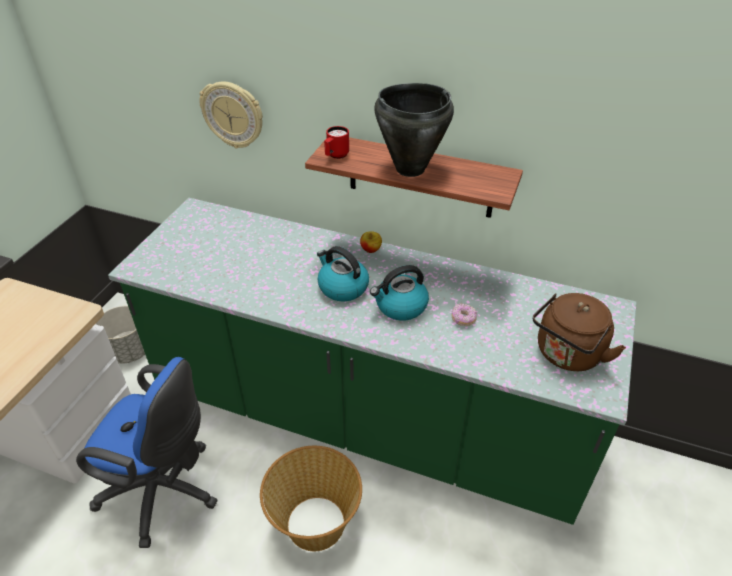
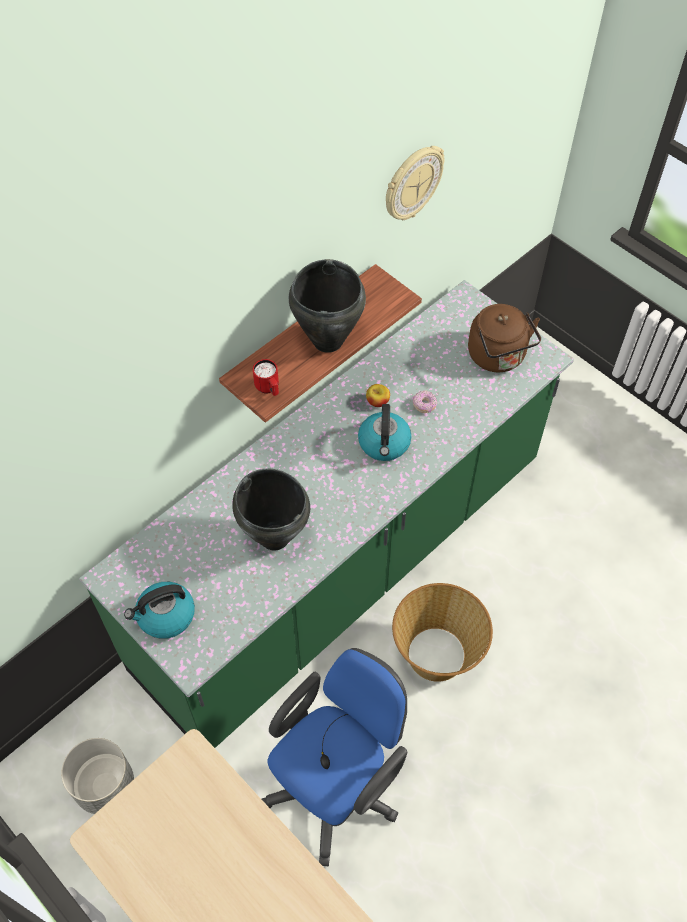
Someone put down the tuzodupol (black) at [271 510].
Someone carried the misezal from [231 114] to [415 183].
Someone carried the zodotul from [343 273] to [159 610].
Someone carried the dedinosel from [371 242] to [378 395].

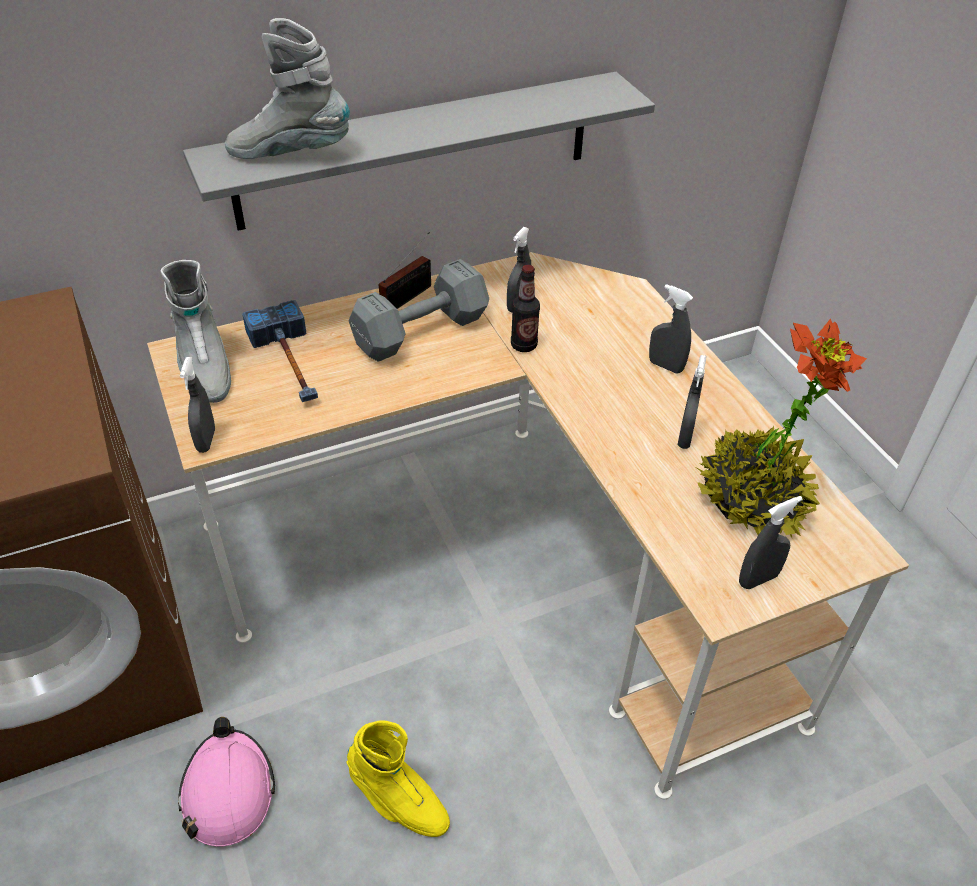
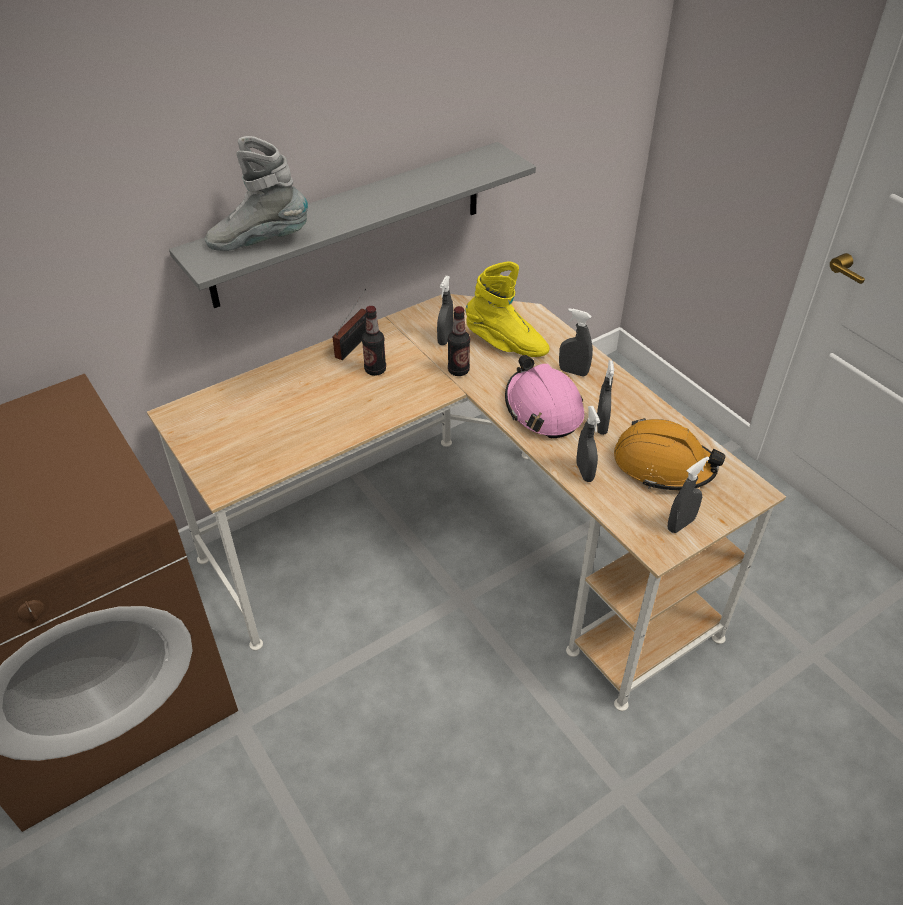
Someone took away the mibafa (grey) at [196 331].
Someone took away the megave at [280 351].
Someone carried the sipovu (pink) from [226 782] to [544 396].
Someone carried the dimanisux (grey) from [197 405] to [588 444].
Someone carried the mibafa (yellow) from [398 778] to [507 309].
Someone swapped the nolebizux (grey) at [419 310] for the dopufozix at [374 341].
Someone swapped the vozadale at [782 427] for the sipovu (orange) at [670 454].

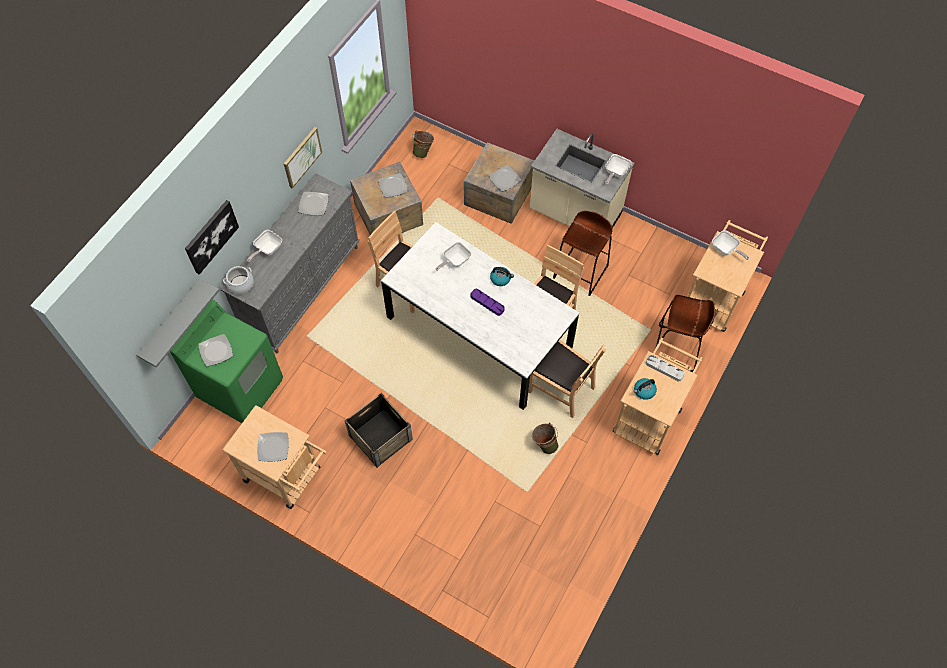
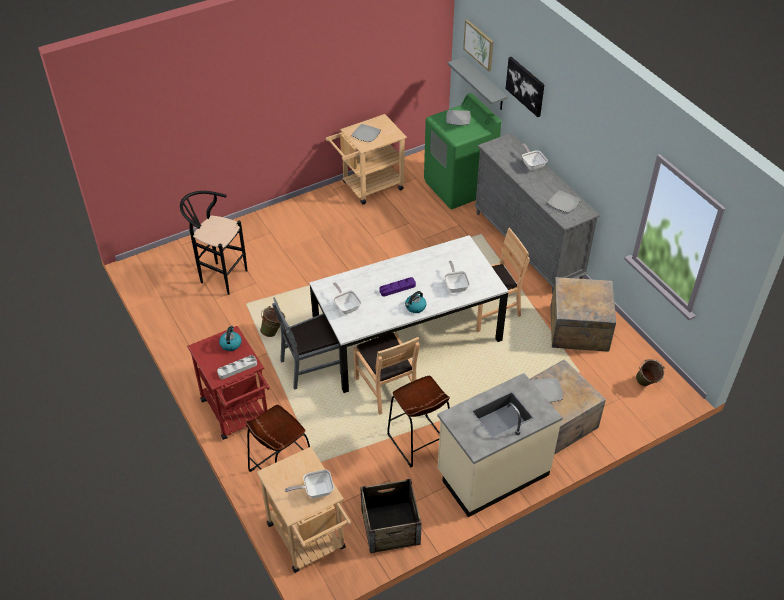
Someone took away the tuzodupol at [238 280].
Someone took away the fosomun at [393 185].
Someone put down the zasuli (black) at [213 243].
Someone carried the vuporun from [303 158] to [478 45].
Someone carried the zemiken from [379 430] to [391 516].
Someone carried the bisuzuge from [618 169] to [347 298].
Someone repainted the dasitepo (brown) at [567 379], which became the dasitepo (grey) at [306 343].
Someone repainted the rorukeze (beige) at [658 396], which became the rorukeze (red) at [228 383].

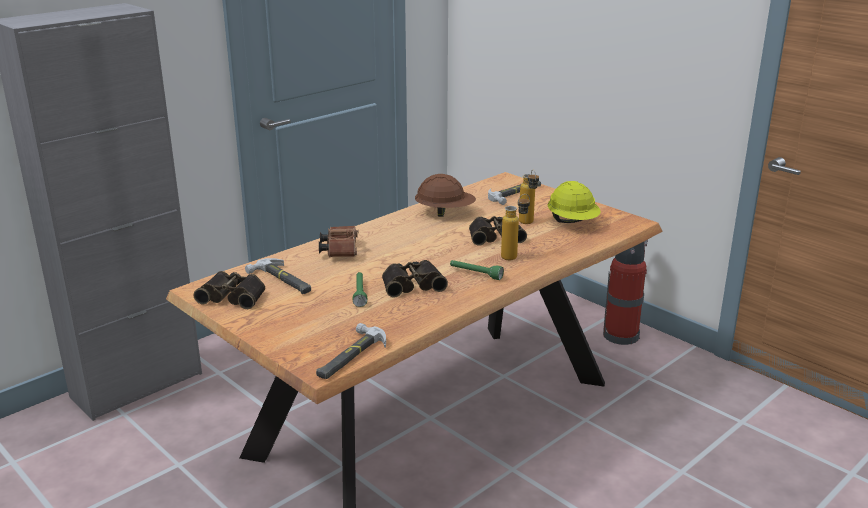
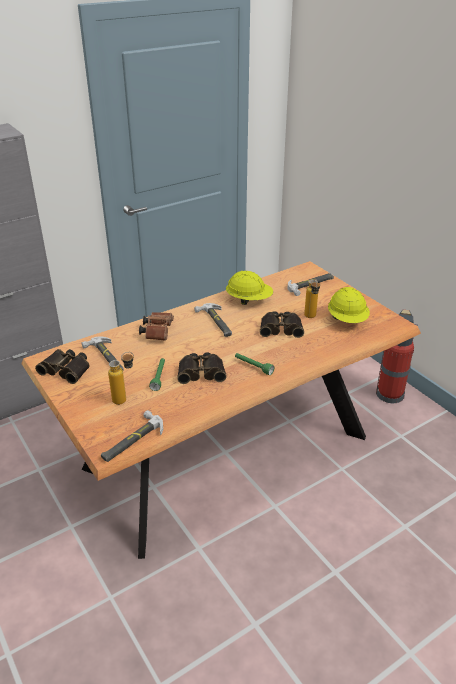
Someone put down the megave at [213 320].
Someone carried the dopufozix from [515 227] to [121 378].
Someone repainted the sipovu (brown) at [445 195], which became the sipovu (yellow) at [249 288].

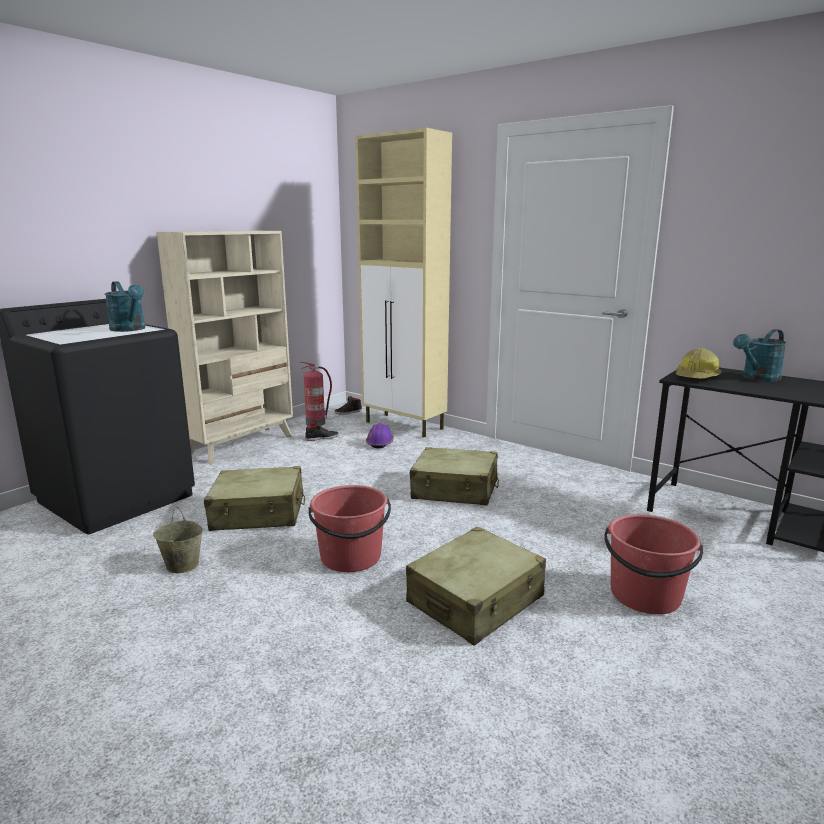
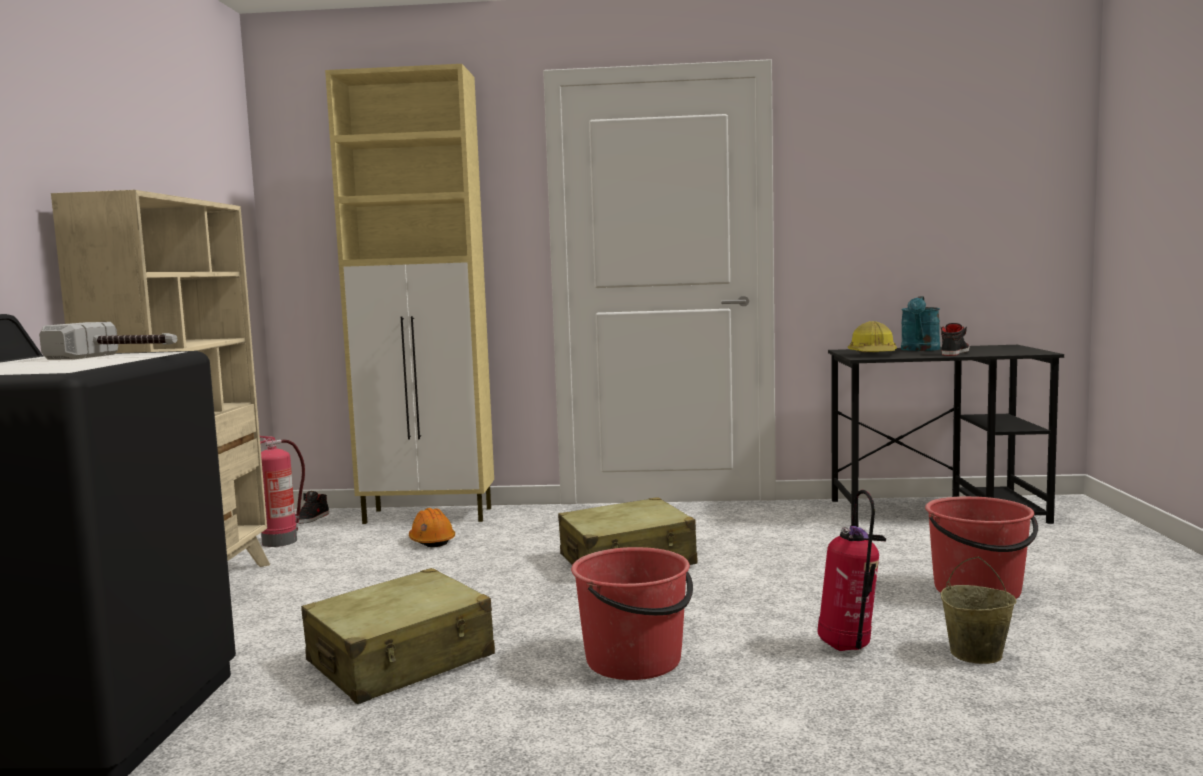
Someone carried the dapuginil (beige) from [178 540] to [978 610].
Someone carried the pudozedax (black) from [322 431] to [954 339].
Someone swapped the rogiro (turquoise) at [125 306] for the megave at [108 341].
Someone swapped the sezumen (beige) at [476 586] for the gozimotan at [851 570].
Someone repainted the sipovu (purple) at [380 435], which became the sipovu (orange) at [432 527].

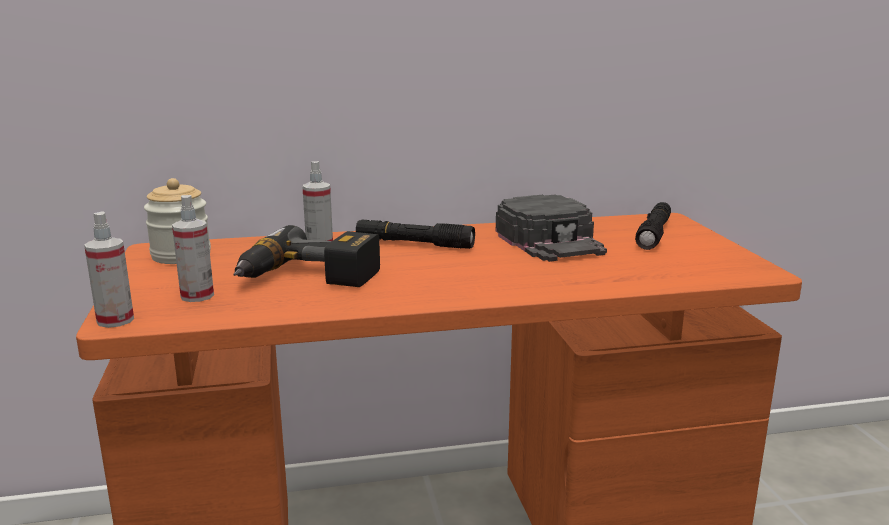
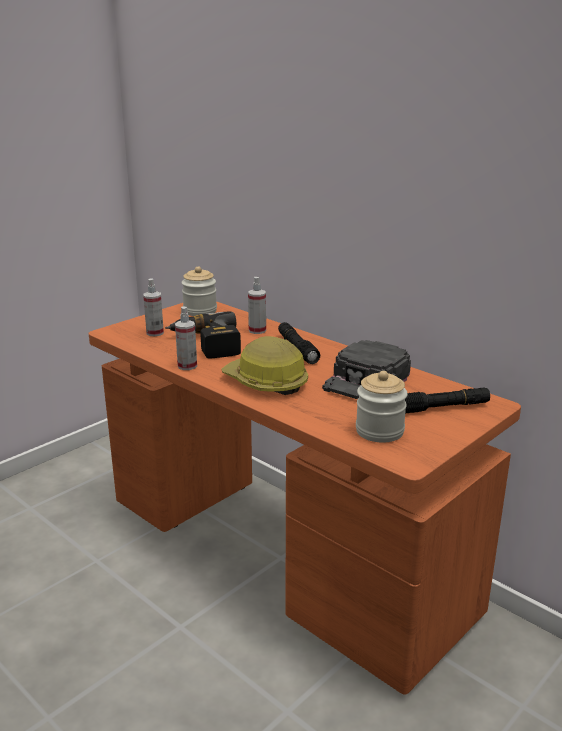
Someone put down the sipovu at [264 365].
Someone put down the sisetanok at [382 407].
Someone carried the dimanisux from [109 269] to [186 338].

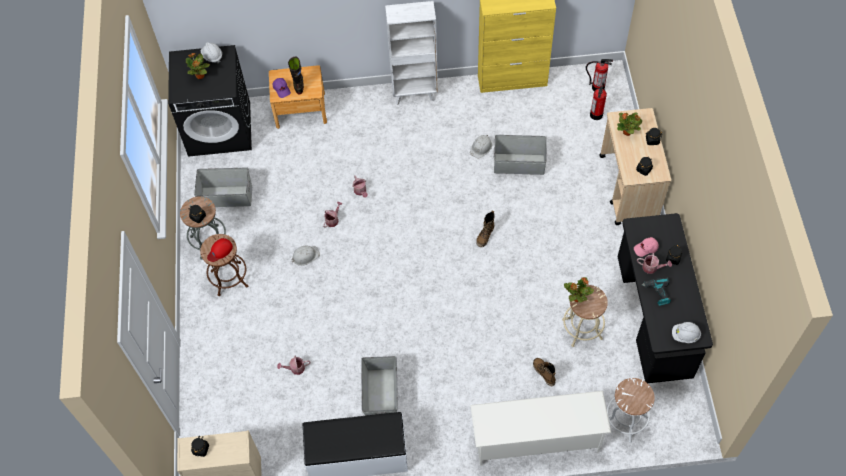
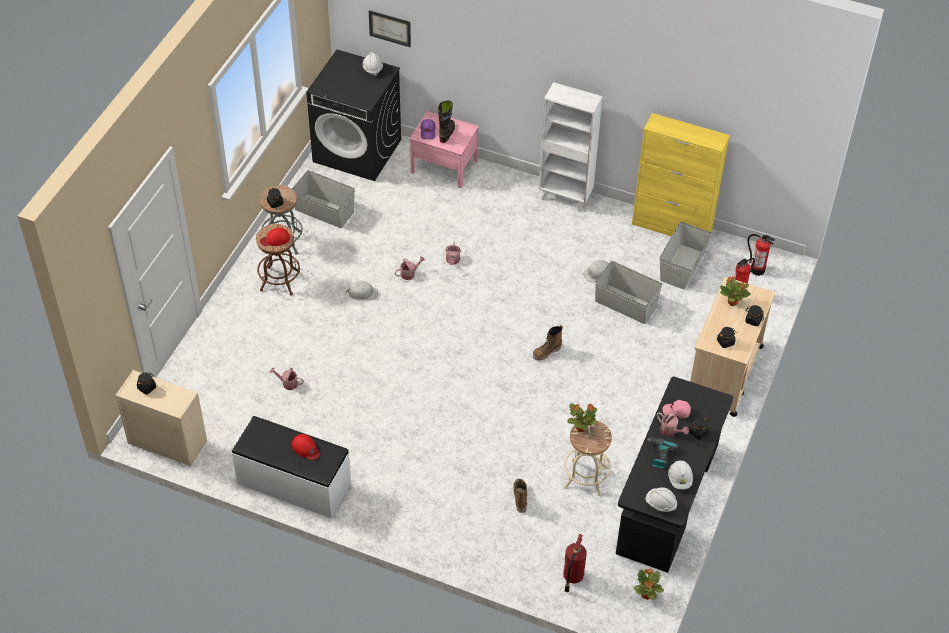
Someone took away the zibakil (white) at [540 428].
Someone put down the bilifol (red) at [306 447].
Someone put up the vuporun at [390 28].
Someone put down the sipovu (white) at [680 475].
Someone carried the vozadale from [198 66] to [649 584].
Someone carried the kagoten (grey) from [379 386] to [685 255].
Someone swapped the zasuli (white) at [631 410] for the gozimotan at [575 563].
Someone repainted the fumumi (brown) at [298 97], which became the fumumi (pink) at [444 149].

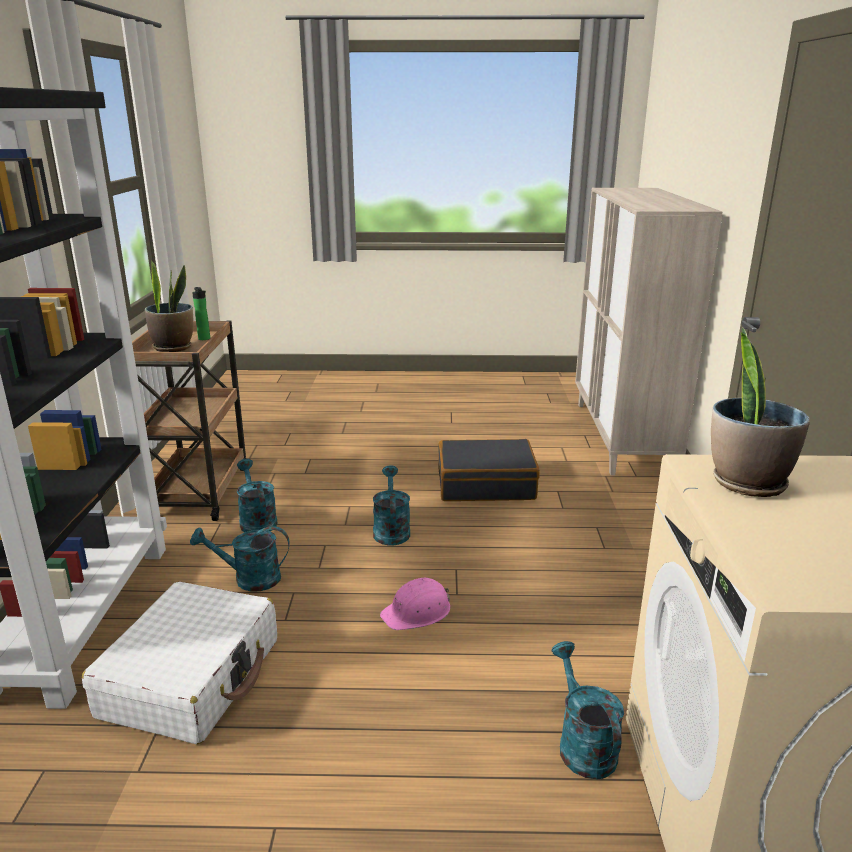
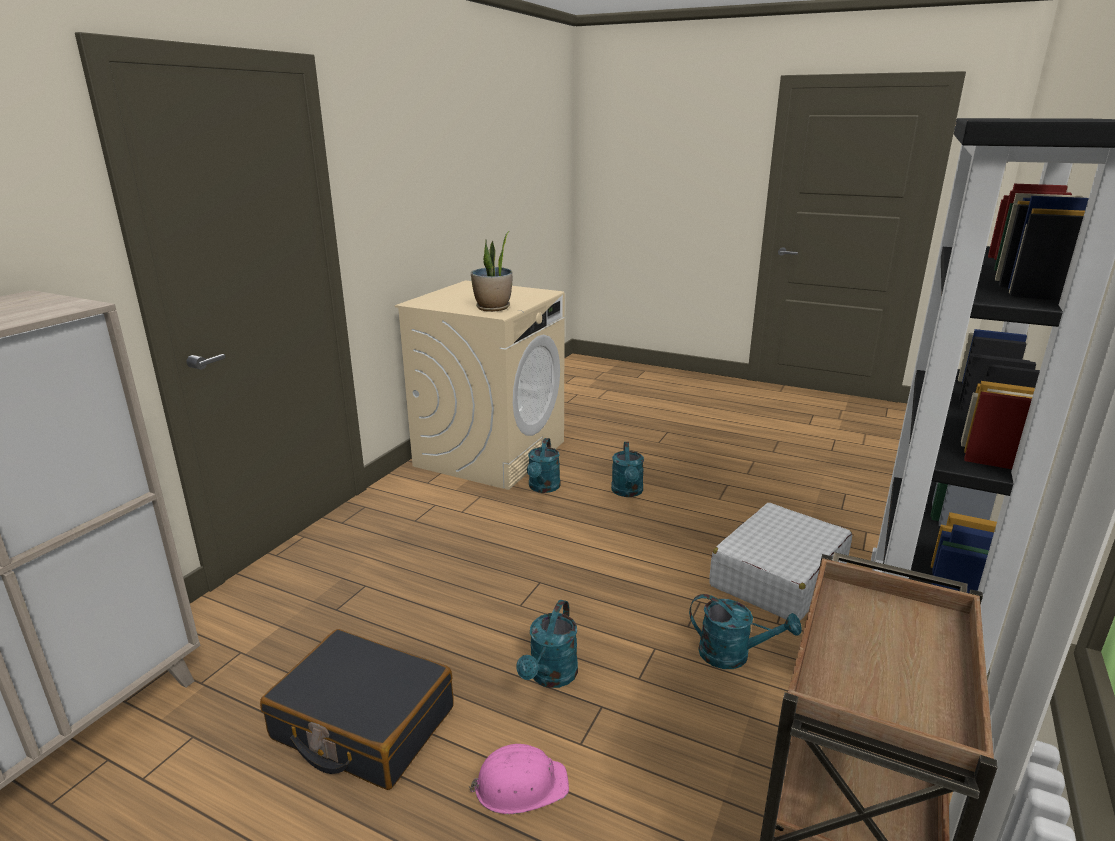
Someone took away the vozadale at [169 306].
Someone took away the dopufozix at [201 313].
Someone carried the rogiro (turquoise) from [257 495] to [627 469].
Someone carried the sipovu (pink) from [415 604] to [519 779].

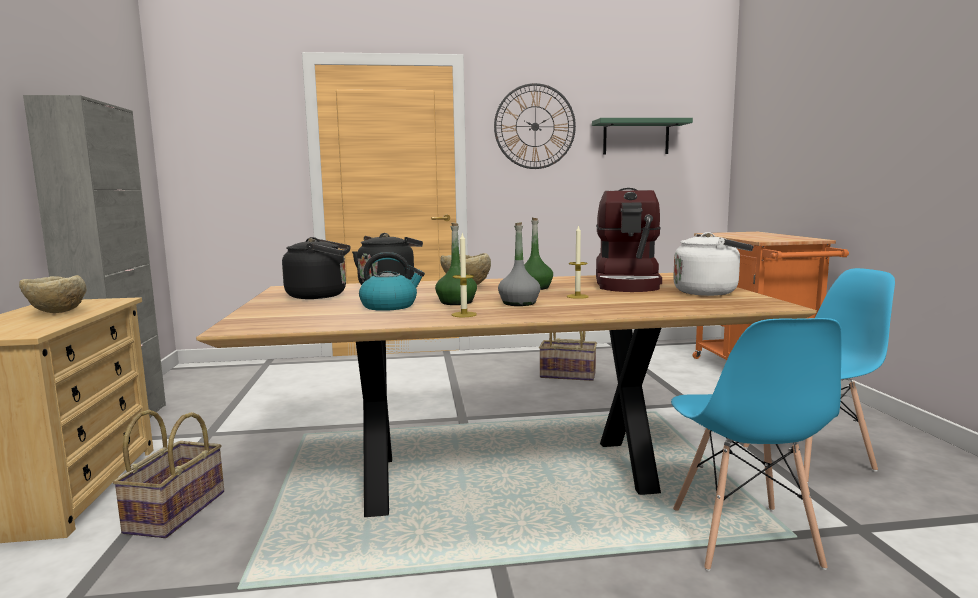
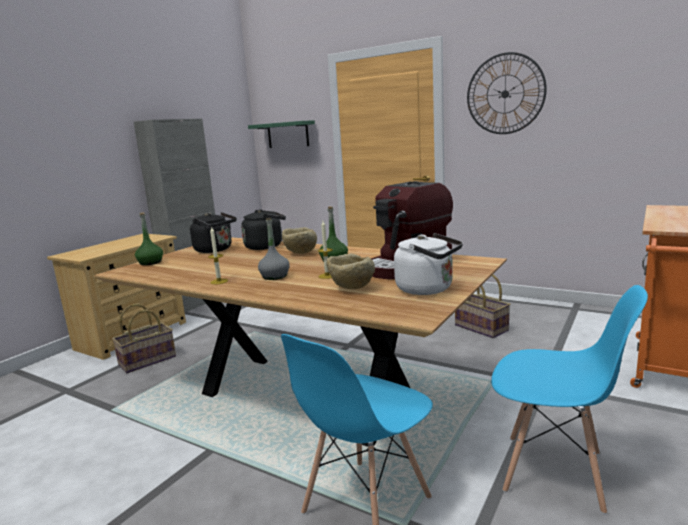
Someone took away the zodotul at [392 281].
Someone carried the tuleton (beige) from [53 294] to [350 271].
Someone carried the dopufozix (green) from [456 264] to [149 238].
Someone carried the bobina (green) from [642 136] to [281 134].

